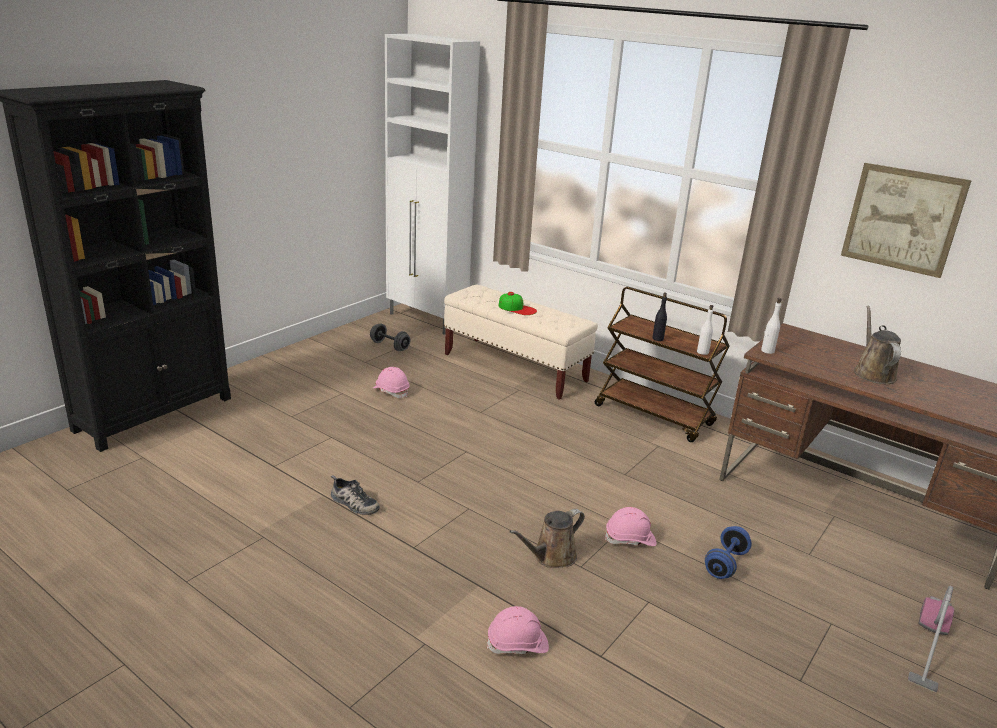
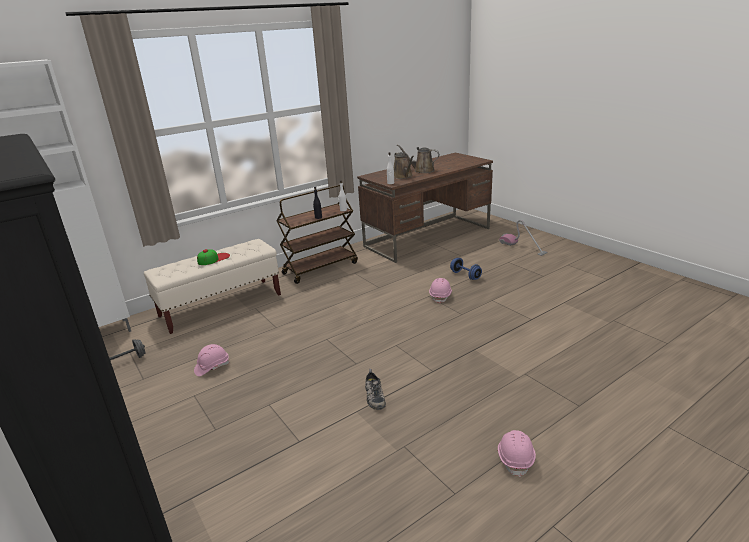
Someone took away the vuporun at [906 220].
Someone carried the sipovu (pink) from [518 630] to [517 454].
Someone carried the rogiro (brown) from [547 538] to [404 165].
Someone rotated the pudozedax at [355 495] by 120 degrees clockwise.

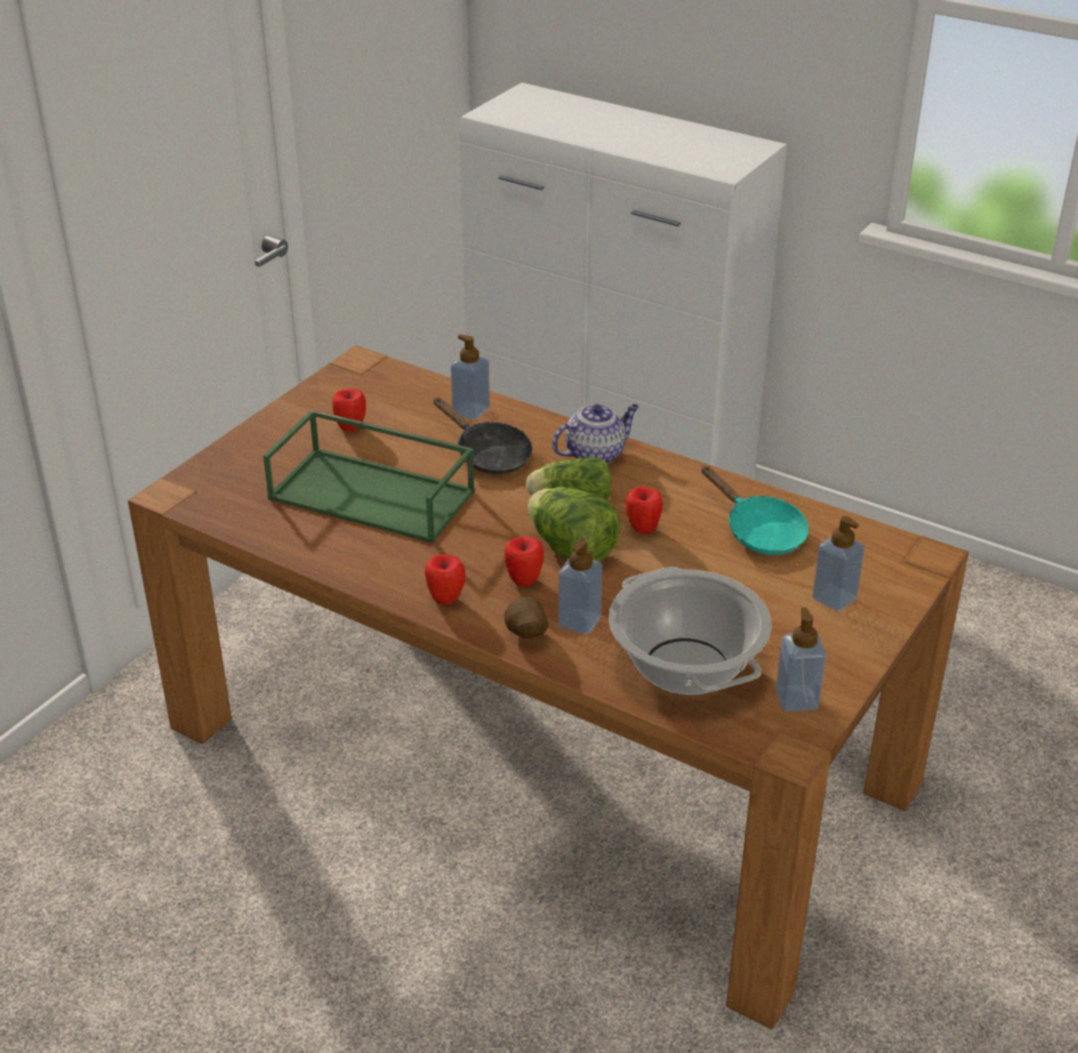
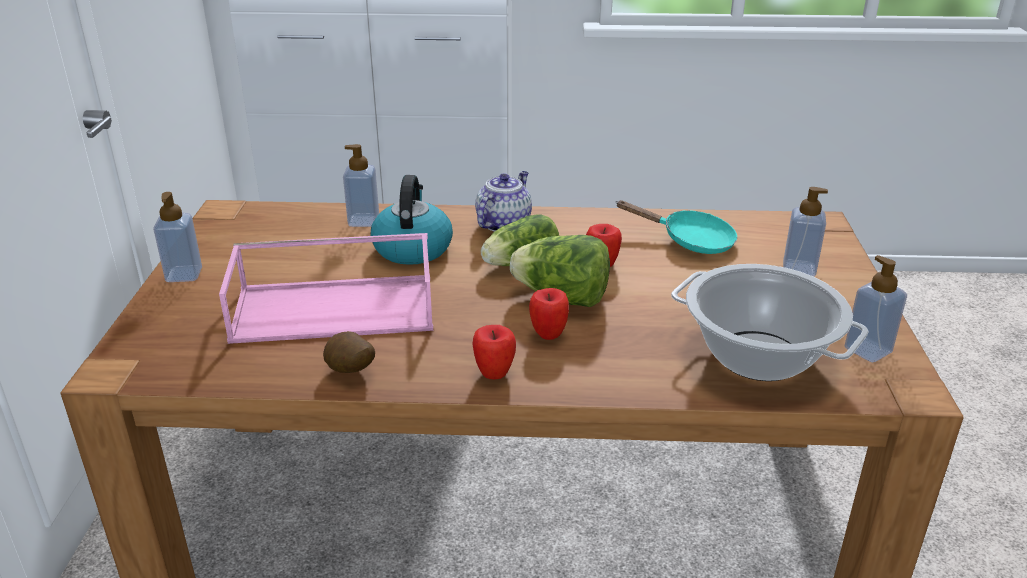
Someone took away the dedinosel at [349 409].
Someone carried the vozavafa from [526 617] to [349 352].
Someone carried the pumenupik from [580 586] to [177 237].
Someone swapped the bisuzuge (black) at [482 435] for the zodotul at [412 220].
Someone repainted the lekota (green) at [369 476], which became the lekota (pink) at [326 288].

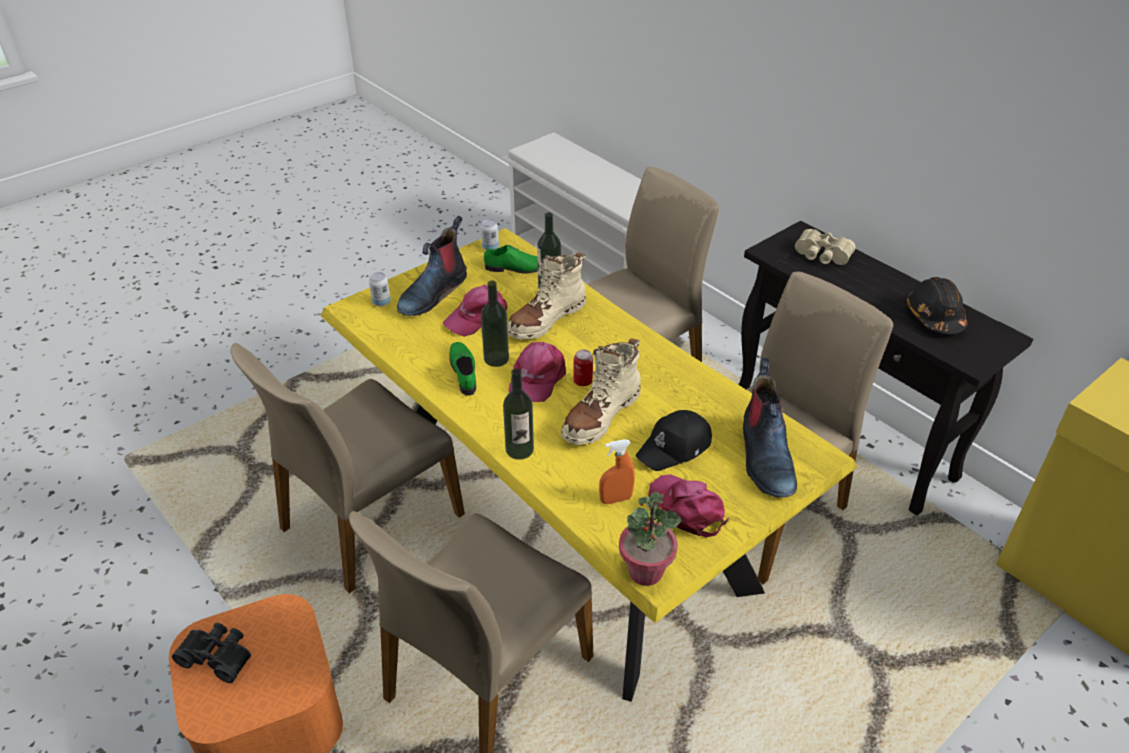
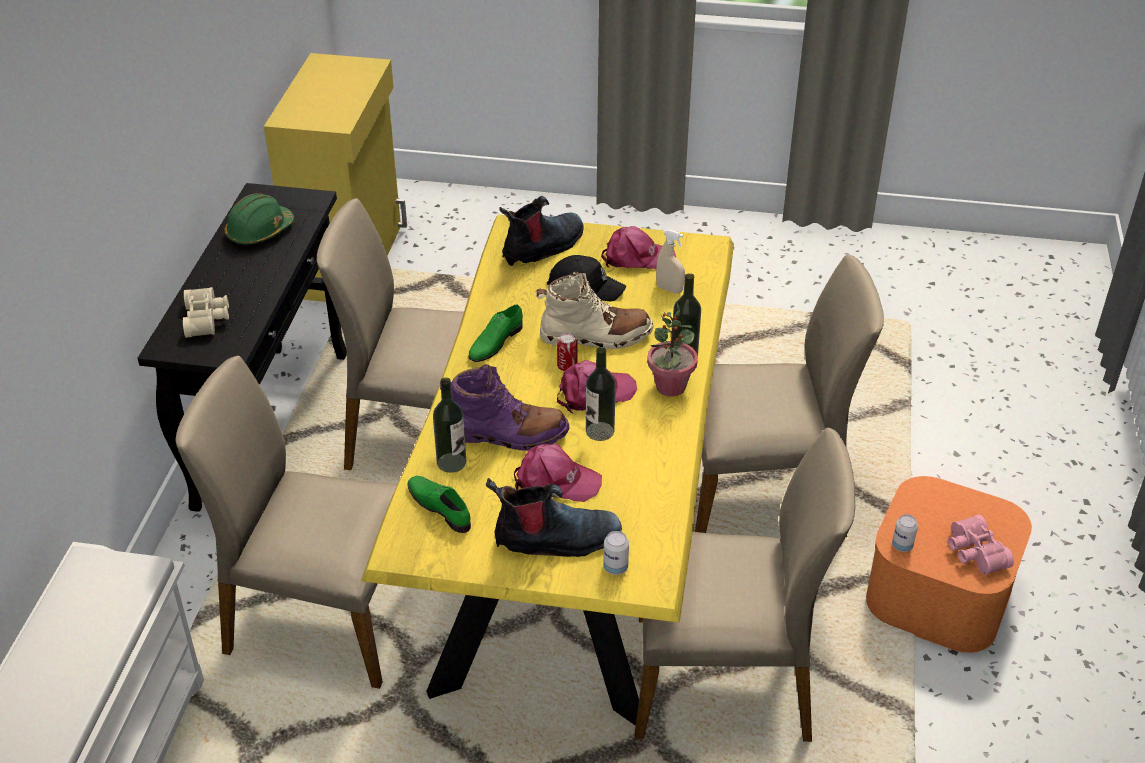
Someone carried the pudozedax (green) from [462 369] to [496 333].
Someone carried the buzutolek from [490 234] to [905 533].
Someone carried the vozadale from [650 538] to [672 350].
Someone repainted the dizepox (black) at [211 653], which became the dizepox (pink) at [981 545].
Someone repainted the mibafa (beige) at [546 296], which became the mibafa (purple) at [504 407].
Someone repainted the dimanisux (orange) at [617 471], which became the dimanisux (beige) at [670 261].
Someone repainted the sipovu (black) at [937 305], which became the sipovu (green) at [259 219].
Someone rotated the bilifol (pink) at [689 506] by 105 degrees counterclockwise.

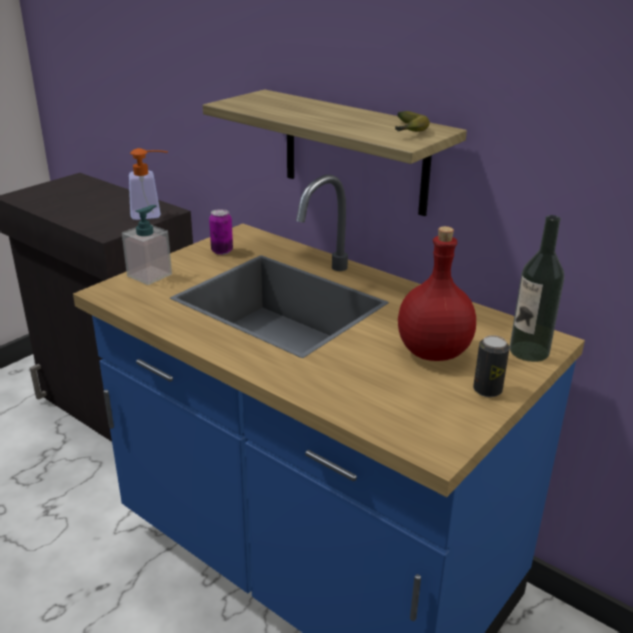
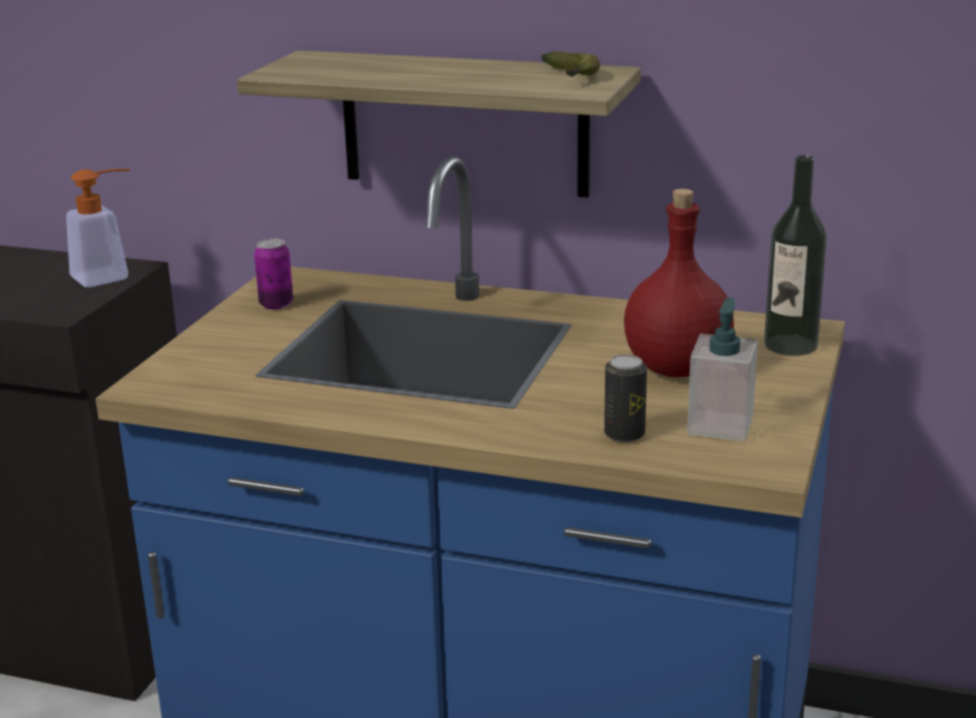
Someone carried the pumenupik from [147 245] to [722 369].
Someone carried the buzutolek from [491 366] to [625 398].

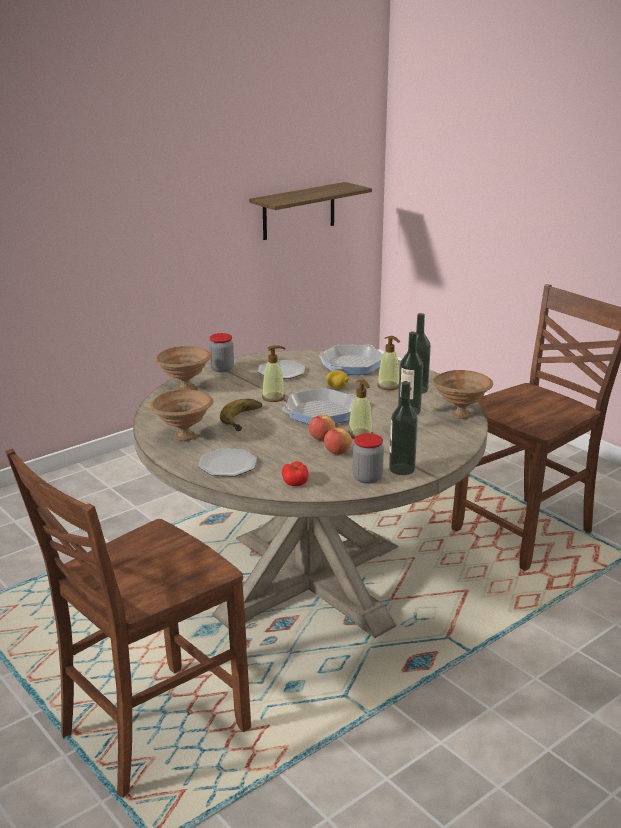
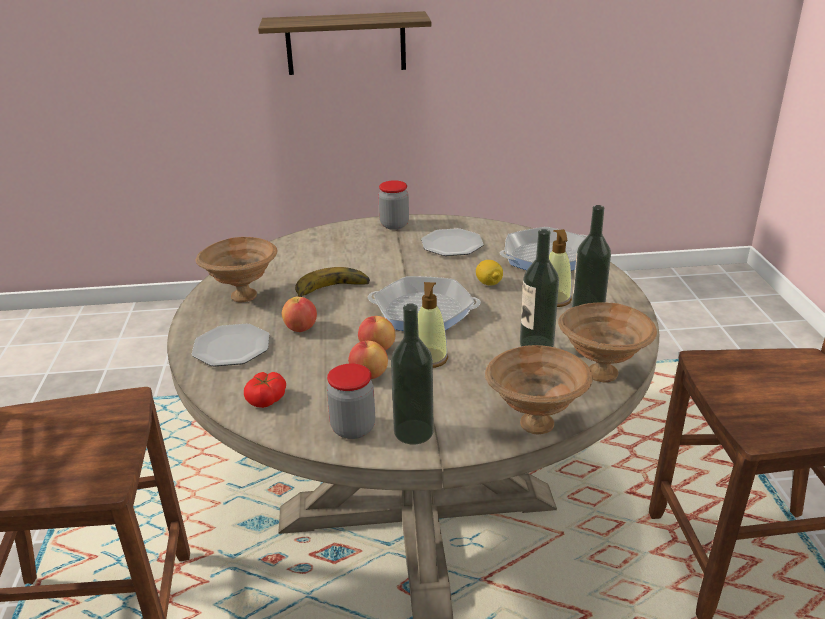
Someone took away the pumenupik at [273 374].
Someone put down the dedinosel at [299 314].
Someone carried the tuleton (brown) from [183 368] to [539 390].
Someone carried the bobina from [310 211] to [345 43].

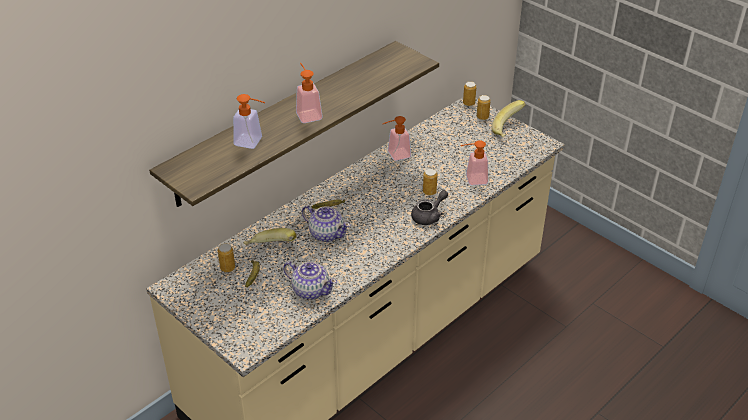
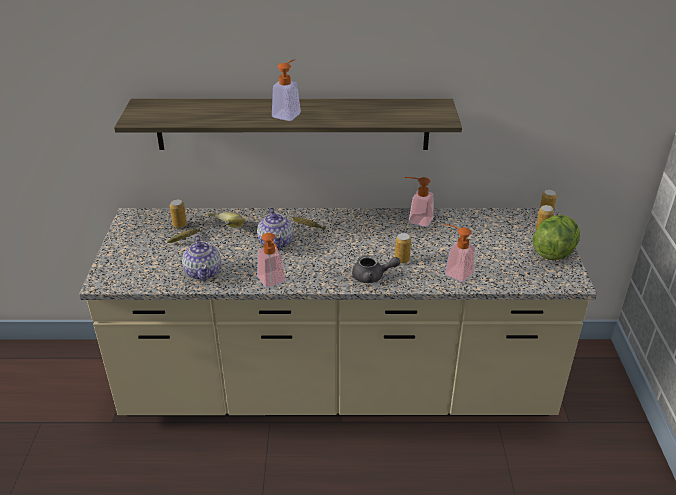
Someone carried the pumenupik from [249 121] to [271 260].
Someone swapped the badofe at [509 118] for the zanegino at [556 237].

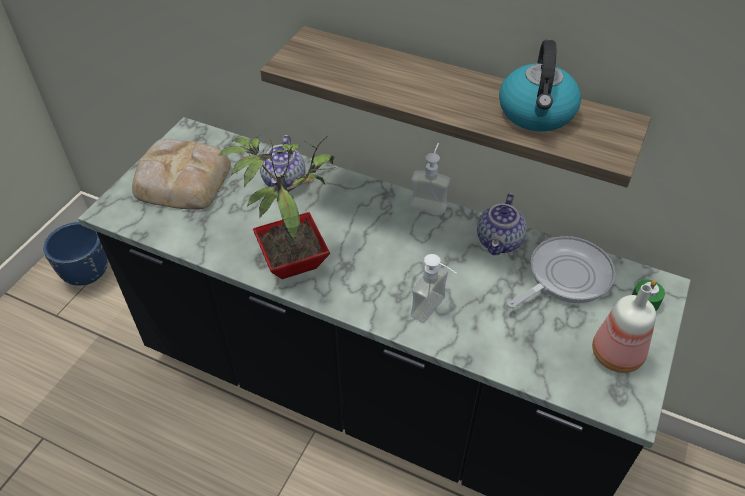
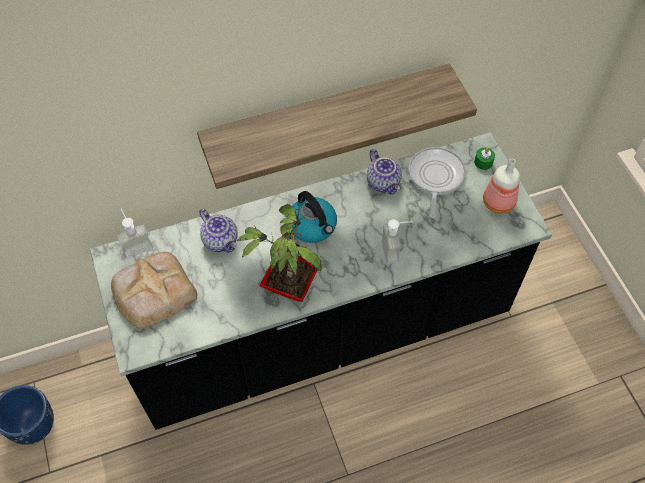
Someone carried the pumenupik from [430 178] to [135 233].
Someone carried the zodotul from [540 86] to [314 217].

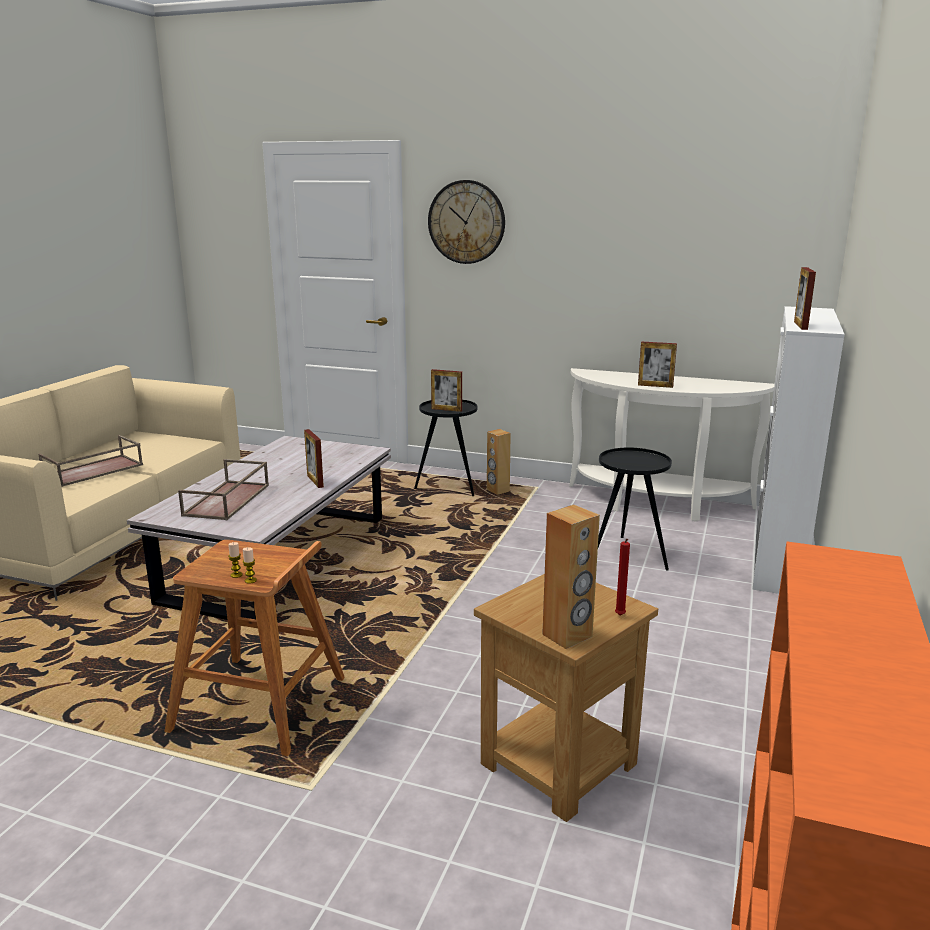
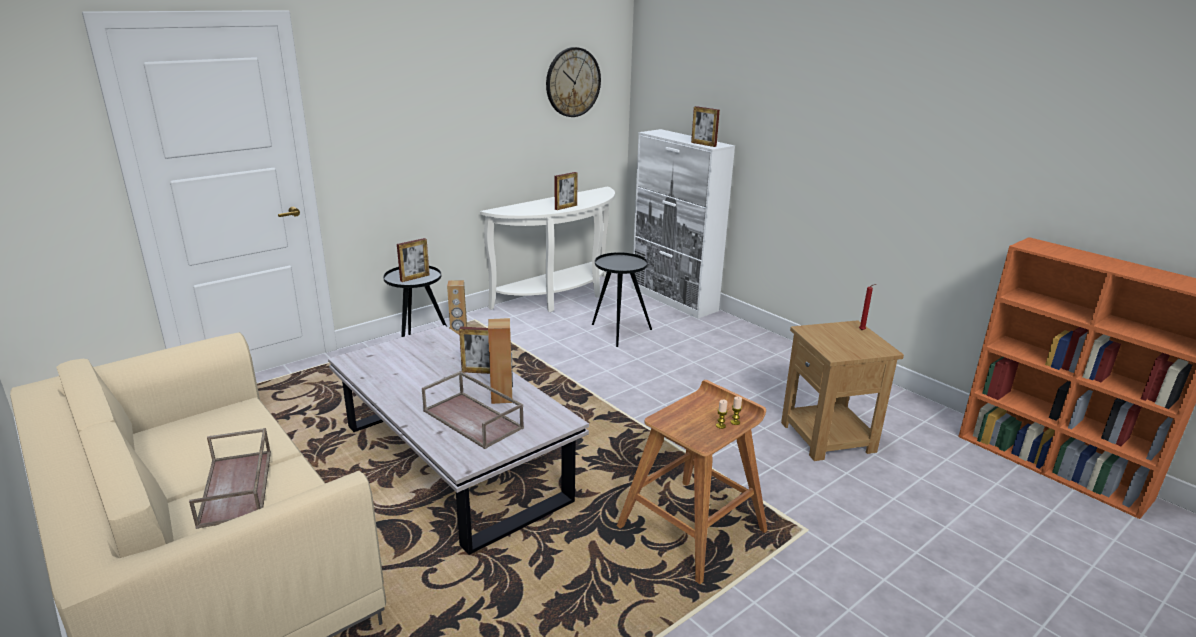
Someone carried the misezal from [466 222] to [573 82].
Someone carried the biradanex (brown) from [571 576] to [500 361].

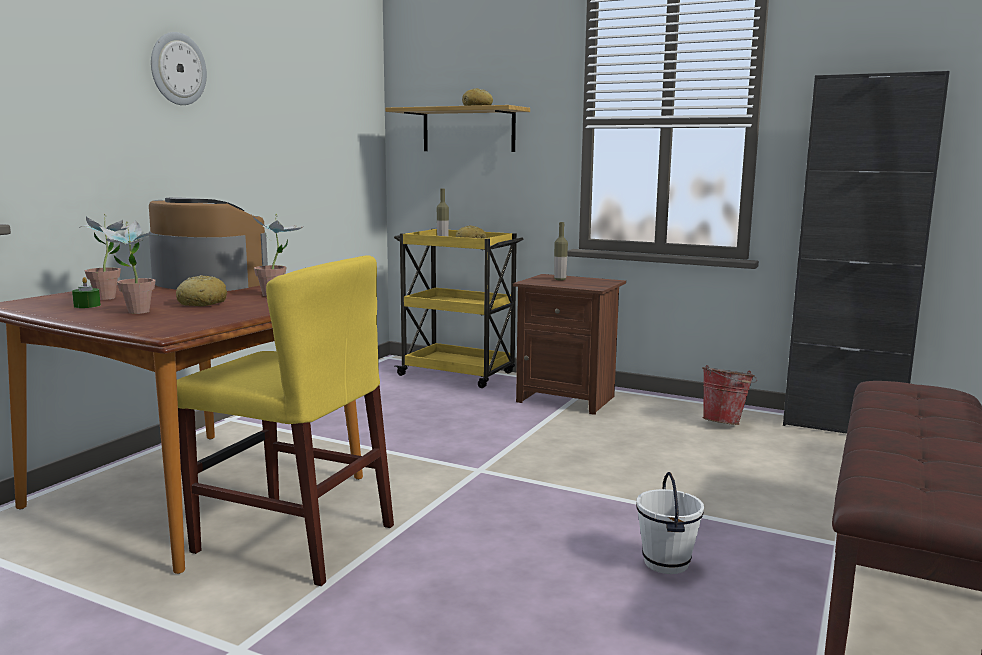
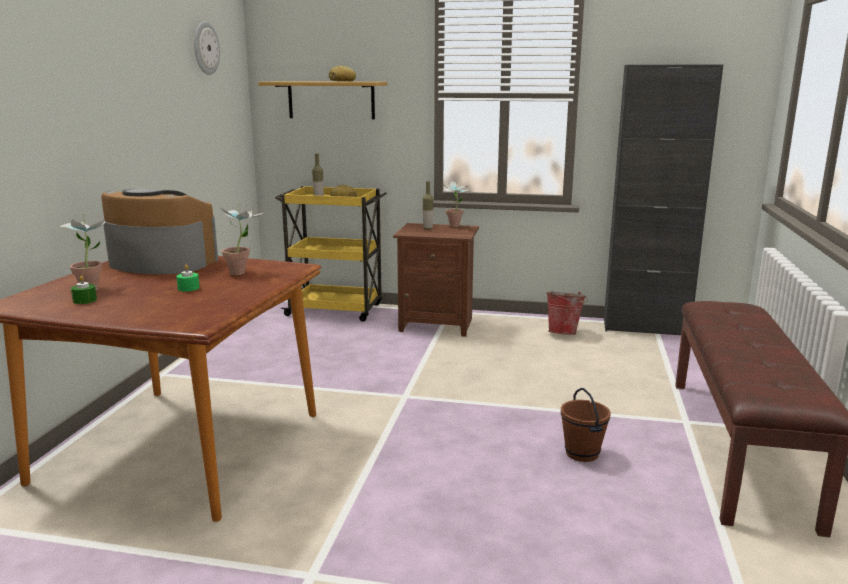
Someone took away the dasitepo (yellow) at [285 420].
Someone carried the vozadale from [129 267] to [456 203].
Someone carried the misezal from [179 68] to [207 48].
Someone swapped the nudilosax at [201 290] for the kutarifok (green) at [188 278].
Someone repainted the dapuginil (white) at [670 523], which became the dapuginil (brown) at [586 425].

